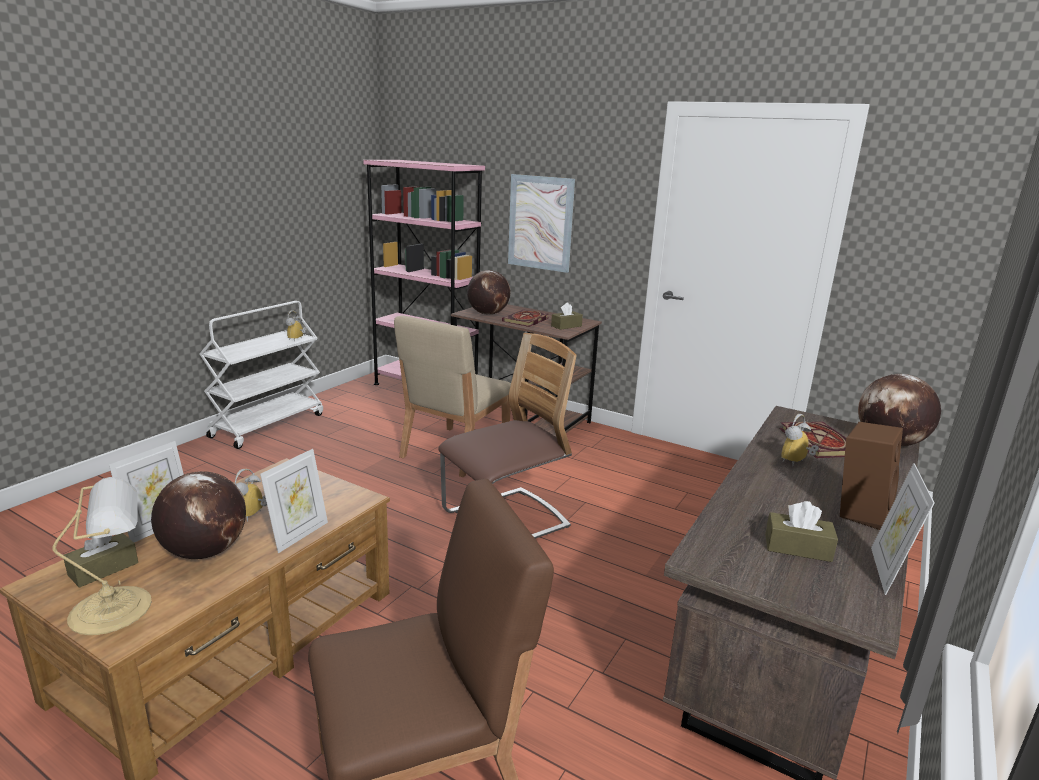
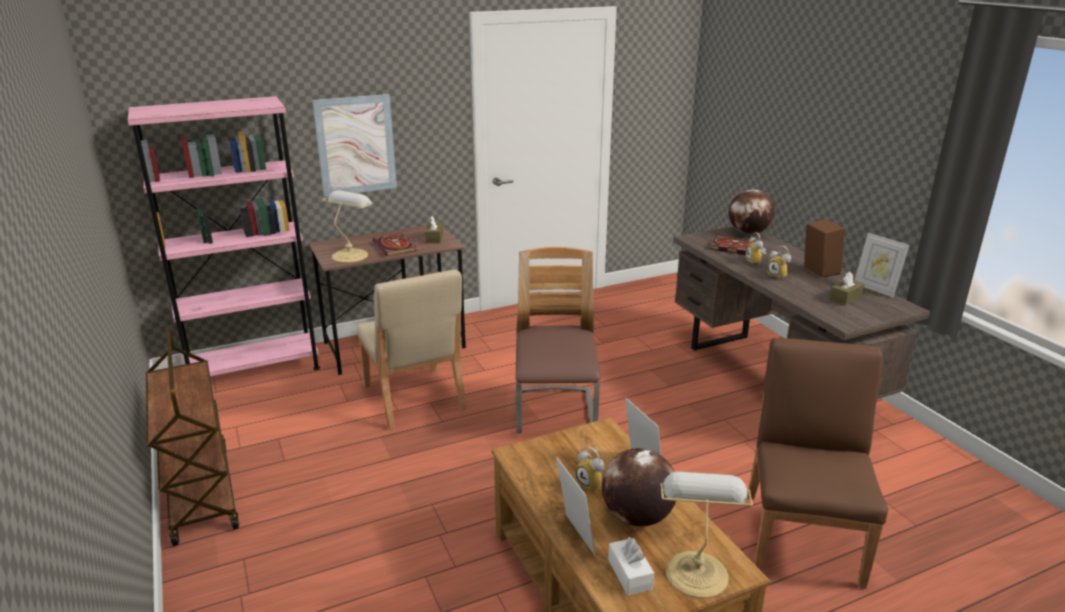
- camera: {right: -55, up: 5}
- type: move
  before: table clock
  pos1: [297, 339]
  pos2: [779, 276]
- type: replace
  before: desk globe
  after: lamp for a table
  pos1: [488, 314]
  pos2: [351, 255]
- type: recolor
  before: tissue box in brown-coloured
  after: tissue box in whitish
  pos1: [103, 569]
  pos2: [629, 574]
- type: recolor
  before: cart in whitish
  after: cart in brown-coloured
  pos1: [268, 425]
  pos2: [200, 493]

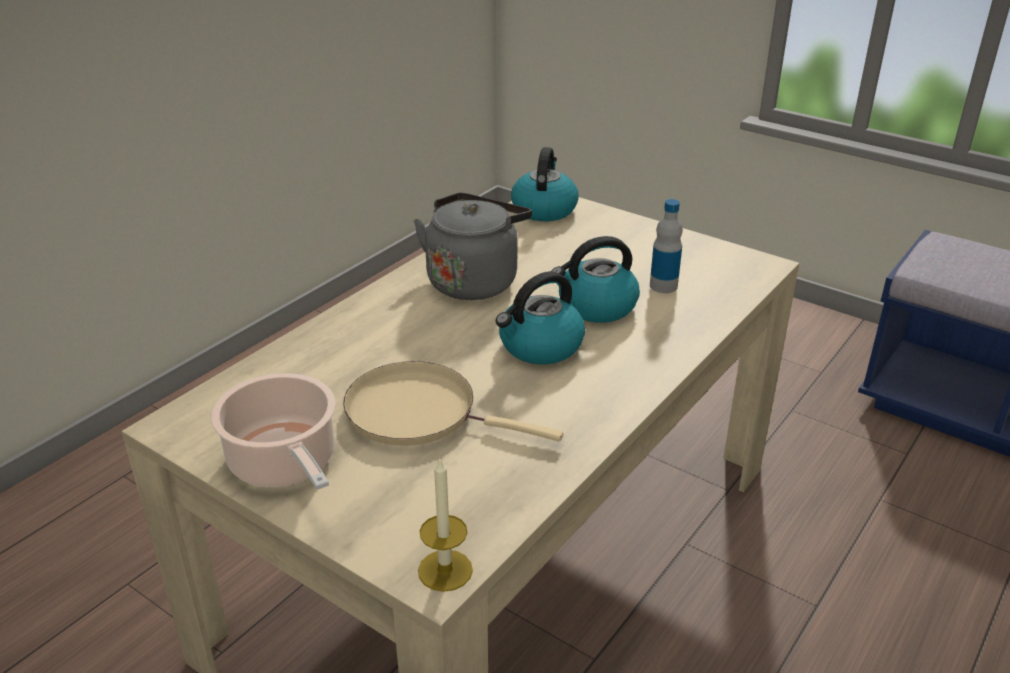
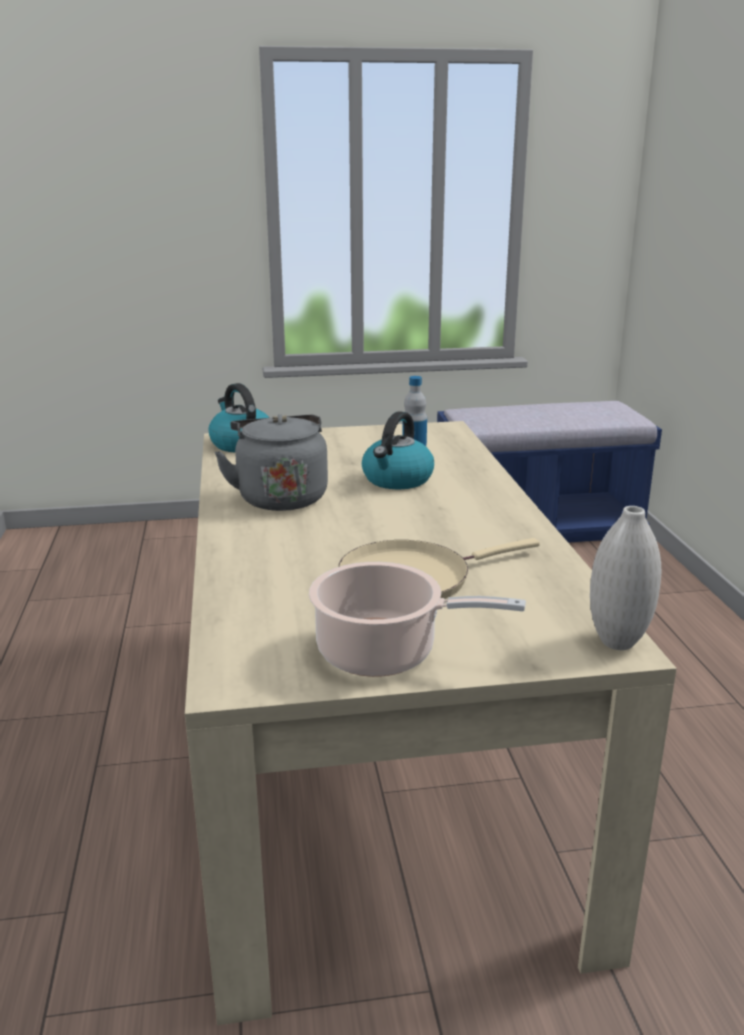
- camera: {right: -45, up: -10}
- type: delete
  before: water kettle
  pos1: [540, 347]
- type: replace
  before: wax candle
  after: vase in whitish
  pos1: [445, 570]
  pos2: [617, 642]

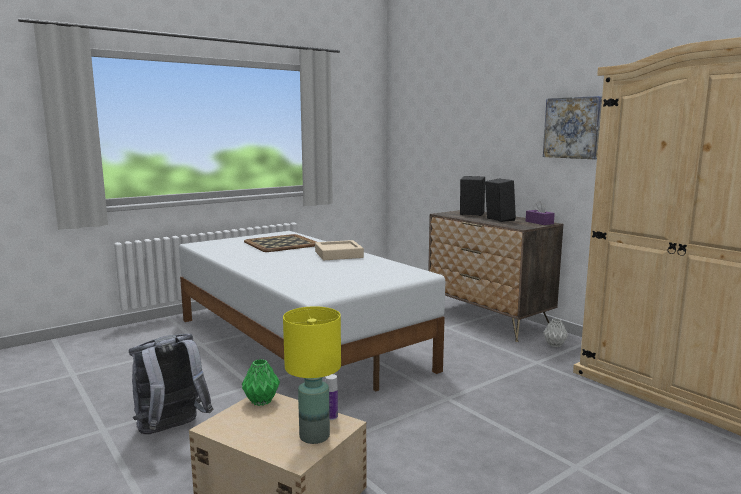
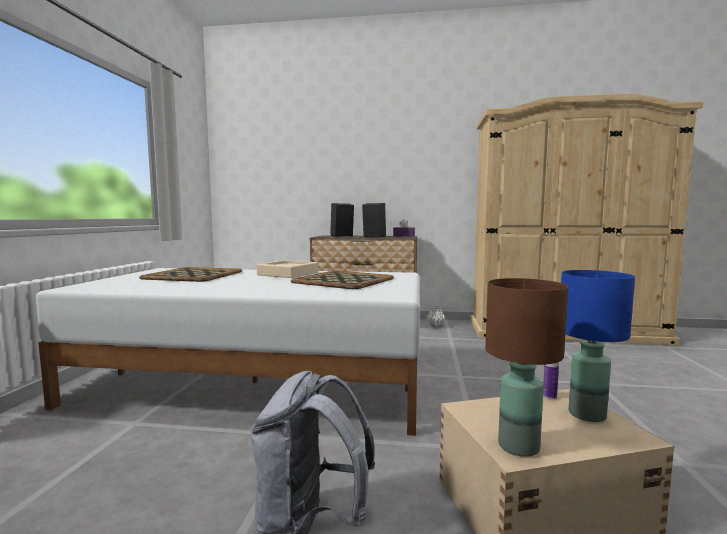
- camera: {right: -45, up: -5}
- type: delete
  before: vase in greenish
  pos1: [262, 401]
- type: delete
  before: wall picture
  pos1: [572, 128]
- type: insert
  after: tray
  pos2: [342, 280]
- type: insert
  after: lamp for a table in brown-coloured
  pos2: [519, 446]
- type: recolor
  before: lamp for a table in yellowish
  after: lamp for a table in bluish
  pos1: [313, 436]
  pos2: [586, 414]

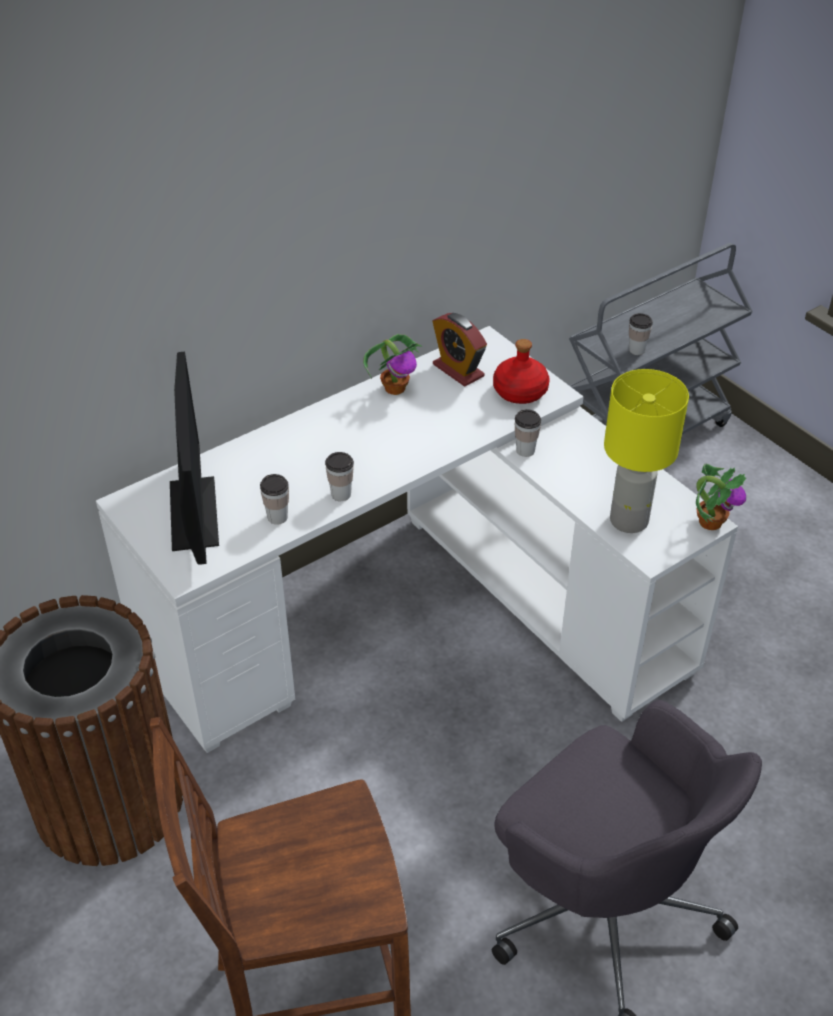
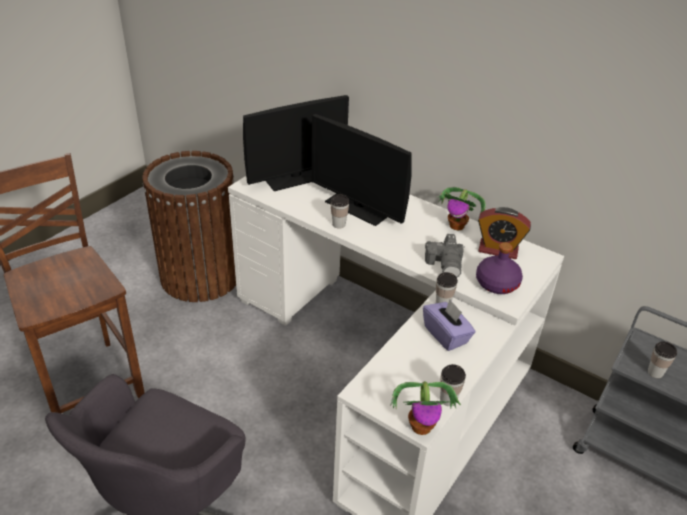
- camera: {right: 70, up: -5}
- type: delete
  before: lamp for a table in yellowish
  pos1: [630, 520]
- type: insert
  after: computer display
  pos2: [358, 207]
- type: insert
  after: tissue box in purple-coloured
  pos2: [446, 335]
- type: insert
  after: still camera
  pos2: [445, 264]
- type: move
  before: drinking cup
  pos1: [277, 517]
  pos2: [448, 399]
- type: recolor
  before: bottle in reddish
  after: bottle in purple-coloured
  pos1: [519, 392]
  pos2: [496, 283]
- type: rotate
  before: table clock
  pos1: [458, 370]
  pos2: [498, 250]
  turn: -105

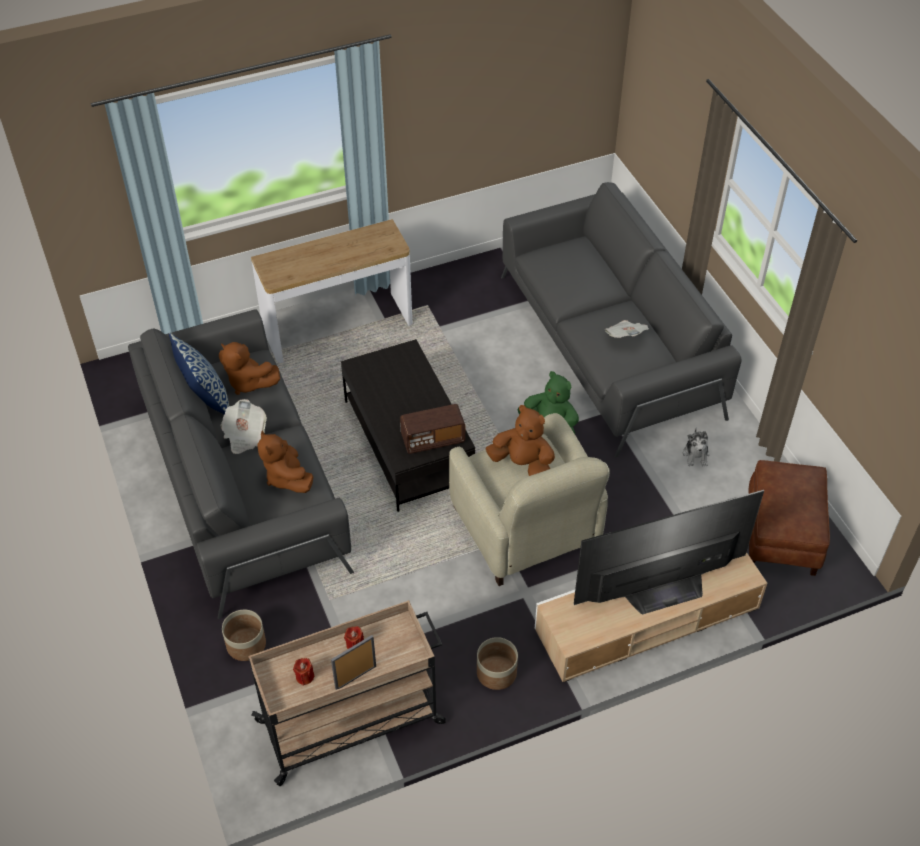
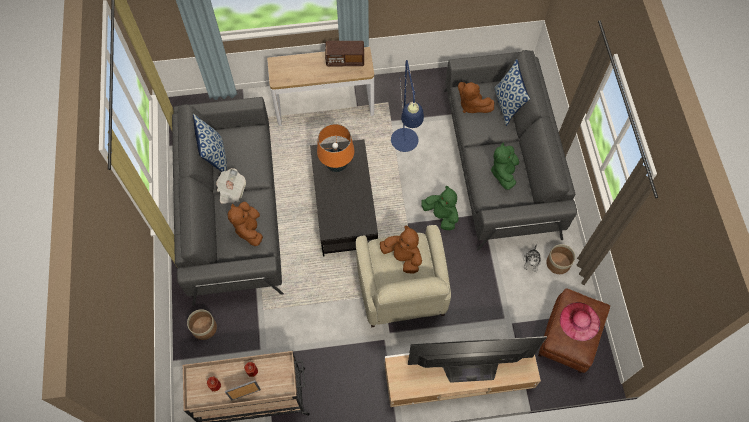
- camera: {right: 15, up: 15}
- type: insert
  after: lamp for a table in orangey
  pos2: [337, 165]
- type: insert
  after: standard lamp in bluish
  pos2: [405, 146]
- type: insert
  after: cushion
  pos2: [507, 105]
- type: insert
  after: wearable hat in pinkish
  pos2: [579, 321]
- type: move
  before: soft toy in brown-coloured
  pos1: [248, 382]
  pos2: [471, 105]
- type: move
  before: radio set
  pos1: [433, 439]
  pos2: [345, 60]
- type: move
  before: flower pot
  pos1: [497, 673]
  pos2: [558, 263]
- type: replace
  before: daily paper
  after: soft toy in greenish
  pos1: [625, 337]
  pos2: [504, 172]

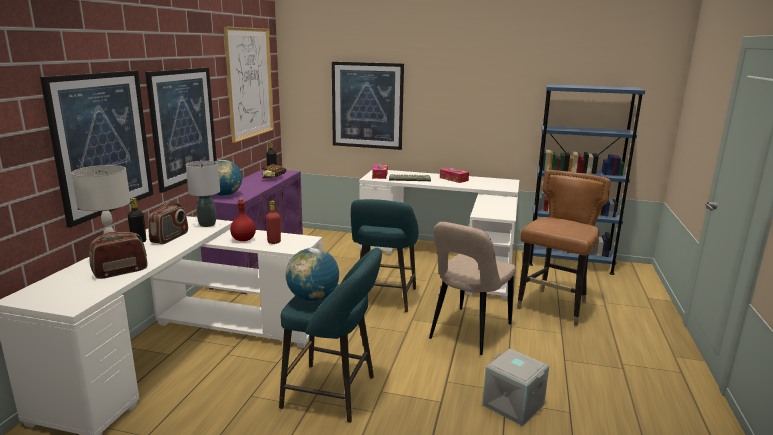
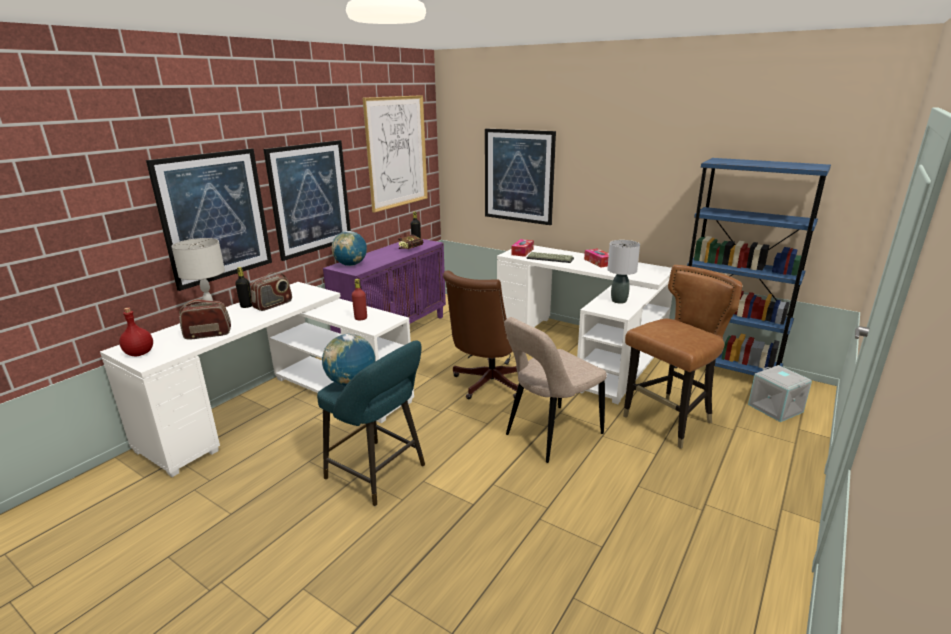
- camera: {right: 20, up: 5}
- type: move
  before: lamp for a table in greyish
  pos1: [207, 224]
  pos2: [618, 301]
- type: move
  before: bottle in reddish
  pos1: [243, 239]
  pos2: [139, 353]
- type: move
  before: storage container in greyish
  pos1: [512, 405]
  pos2: [774, 408]
- type: replace
  before: stool in blue-green
  after: computer chair in brown-coloured
  pos1: [384, 299]
  pos2: [487, 384]

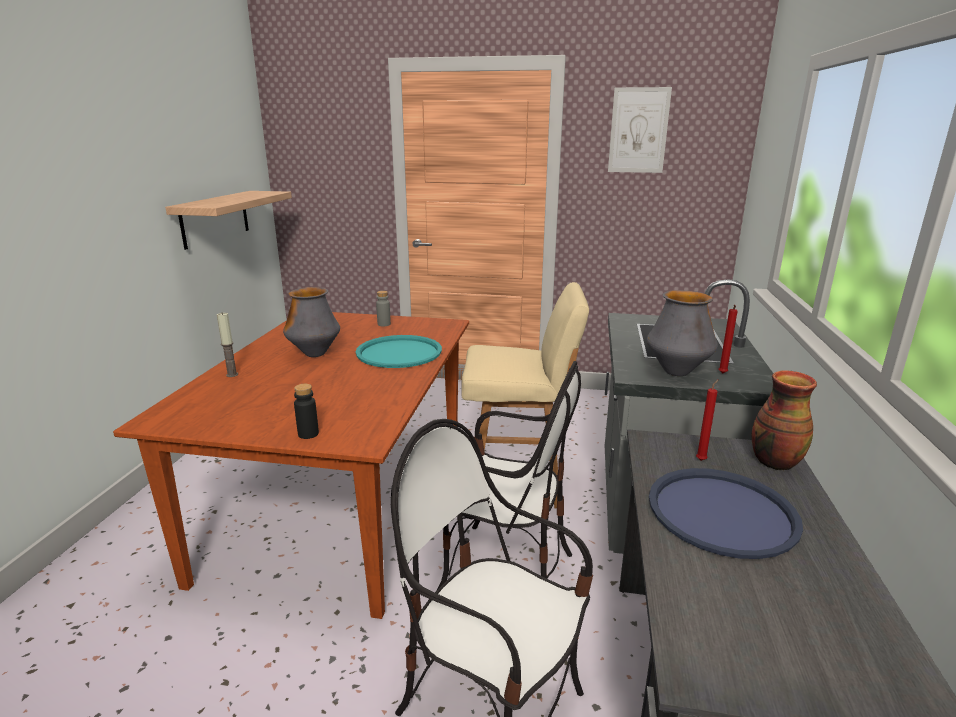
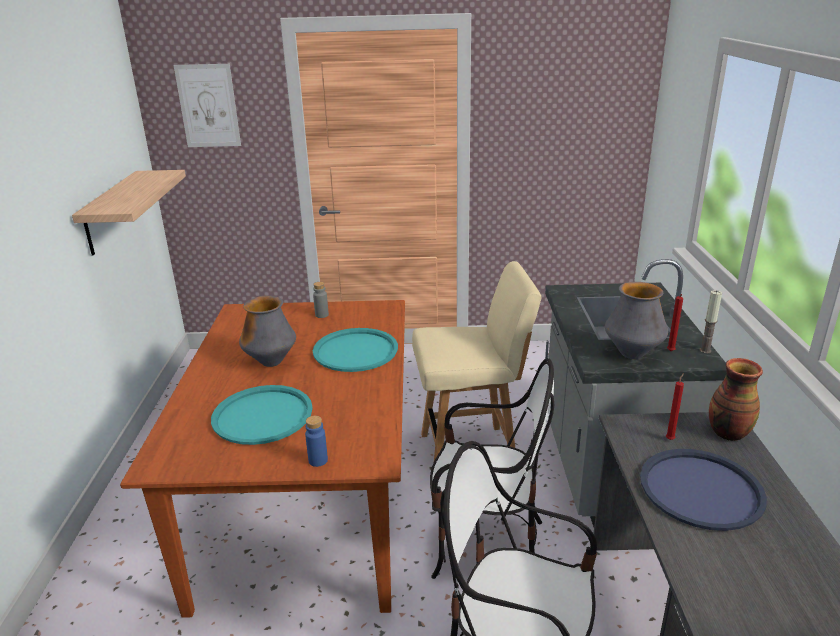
- camera: {right: -10, up: 5}
- type: insert
  after: tray in blue-green
  pos2: [262, 415]
- type: move
  before: wax candle
  pos1: [232, 375]
  pos2: [705, 350]
- type: move
  before: wall picture
  pos1: [638, 130]
  pos2: [208, 106]
- type: recolor
  before: bottle in black
  after: bottle in bluish
  pos1: [308, 434]
  pos2: [318, 460]

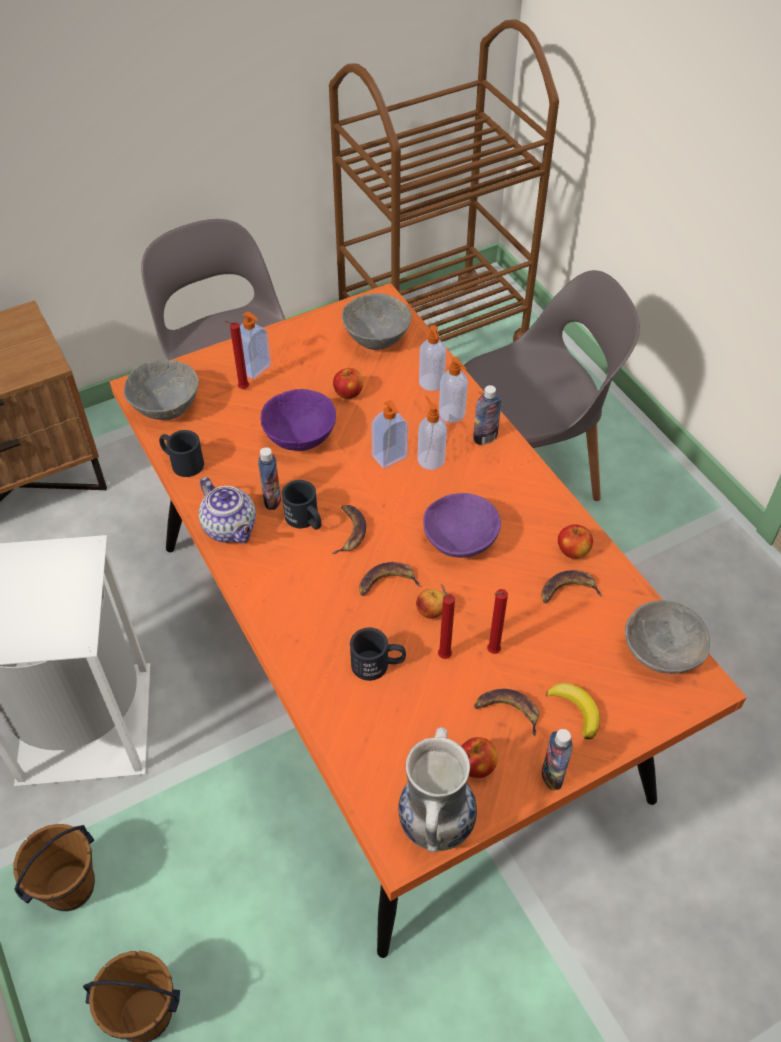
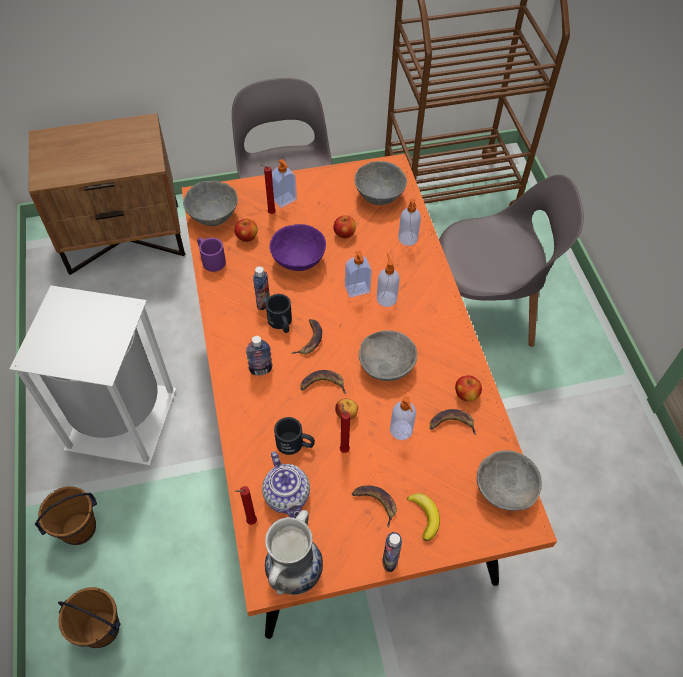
- camera: {right: 15, up: 5}
- type: move
  before: pot for tea
  pos1: [231, 528]
  pos2: [288, 496]
- type: move
  before: soap dispenser
  pos1: [452, 414]
  pos2: [401, 431]
- type: move
  before: apple fruit
  pos1: [476, 766]
  pos2: [247, 237]
- type: move
  before: bottle
  pos1: [485, 438]
  pos2: [261, 370]
- type: move
  before: wax candle in reddish
  pos1: [491, 652]
  pos2: [250, 522]
- type: recolor
  before: tea mug in black
  after: tea mug in purple-coloured
  pos1: [182, 462]
  pos2: [210, 259]
- type: recolor
  before: serving bowl in purple-coloured
  after: serving bowl in greyish
  pos1: [461, 539]
  pos2: [387, 364]

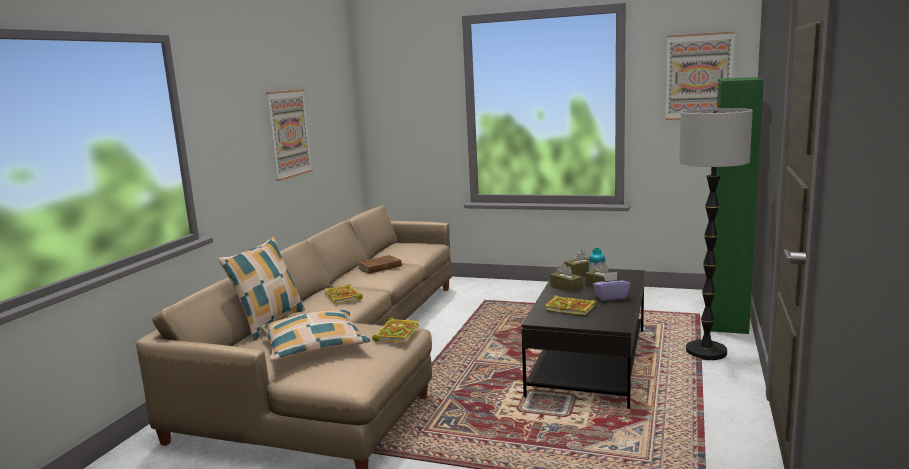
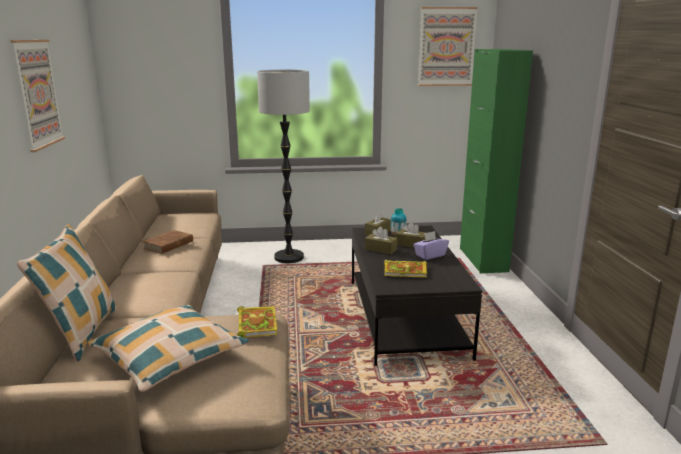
- camera: {right: -25, up: 5}
- type: delete
  before: book
  pos1: [344, 297]
- type: move
  before: standard lamp
  pos1: [706, 352]
  pos2: [289, 257]

